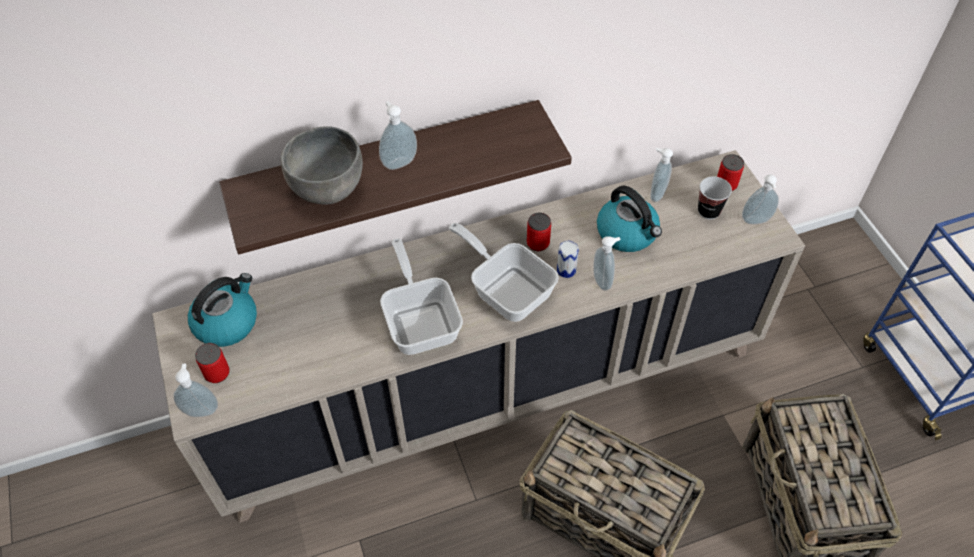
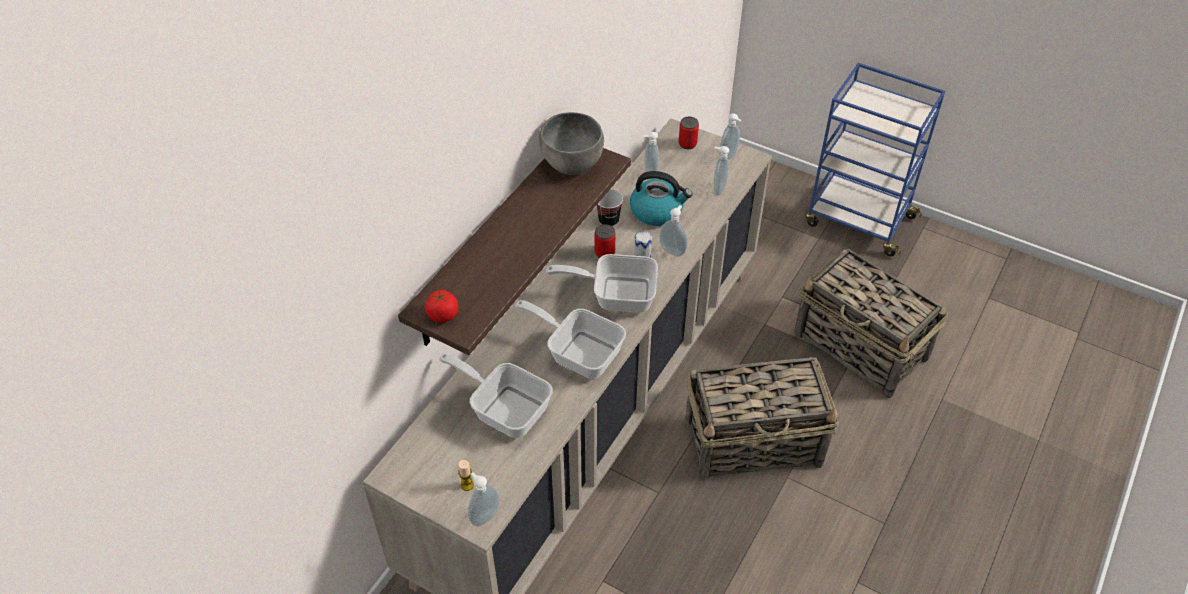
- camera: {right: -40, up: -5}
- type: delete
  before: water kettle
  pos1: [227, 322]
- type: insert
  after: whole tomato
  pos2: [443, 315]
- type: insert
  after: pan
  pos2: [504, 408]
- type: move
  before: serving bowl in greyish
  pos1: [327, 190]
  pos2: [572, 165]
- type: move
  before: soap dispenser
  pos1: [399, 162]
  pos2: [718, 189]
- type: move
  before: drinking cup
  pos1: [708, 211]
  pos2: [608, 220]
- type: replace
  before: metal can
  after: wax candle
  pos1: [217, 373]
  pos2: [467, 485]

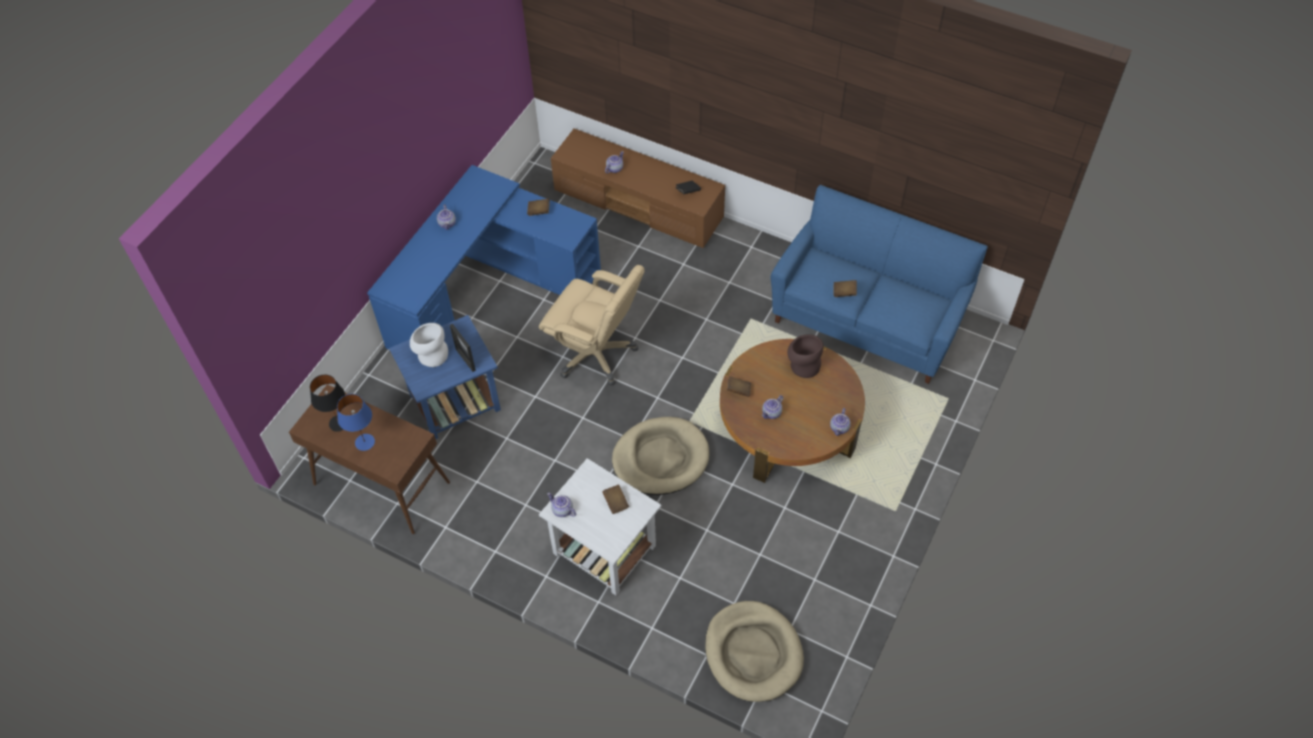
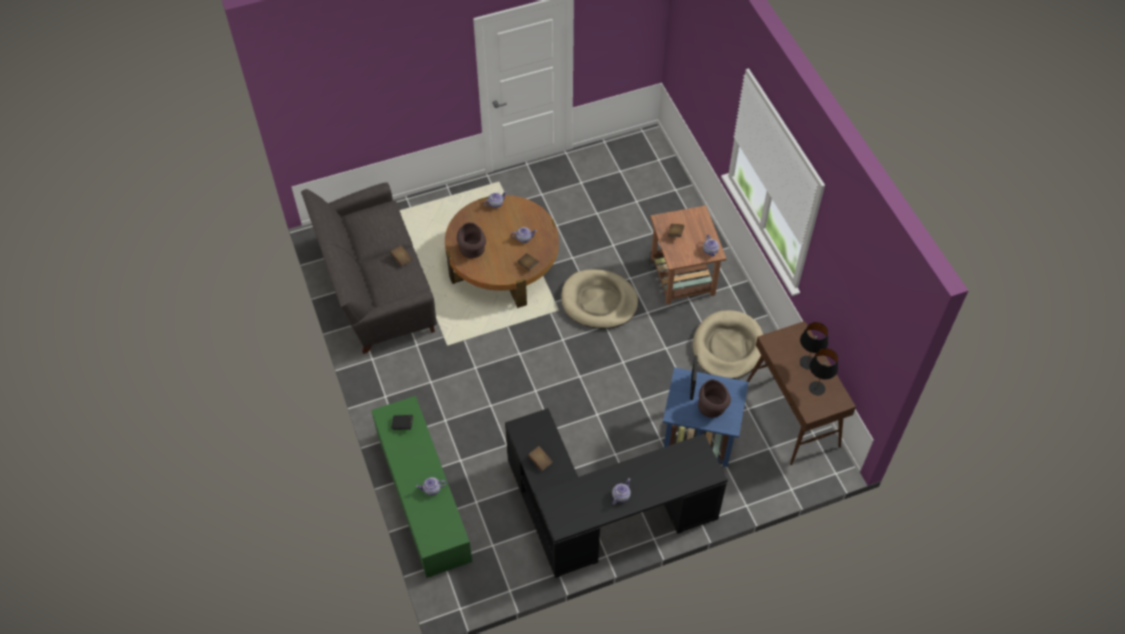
- camera: {right: -140, up: 0}
- type: delete
  before: computer chair in sand-coloured
  pos1: [596, 353]
- type: move
  before: dog cushion in sand-coloured
  pos1: [753, 653]
  pos2: [727, 347]
- type: recolor
  before: lamp for a table in bluish
  after: lamp for a table in black
  pos1: [364, 442]
  pos2: [807, 363]
- type: recolor
  before: desk in bluish
  after: desk in black
  pos1: [487, 287]
  pos2: [601, 513]
- type: recolor
  before: vase in whitish
  after: vase in brown-coloured
  pos1: [431, 354]
  pos2: [712, 409]
- type: recolor
  before: side table in whitish
  after: side table in brown-coloured
  pos1: [603, 549]
  pos2: [683, 277]
- type: recolor
  before: tv unit in brown-coloured
  after: tv unit in greenish
  pos1: [639, 205]
  pos2: [422, 496]
- type: recolor
  before: sofa in bluish
  after: sofa in greyish
  pos1: [868, 319]
  pos2: [376, 289]

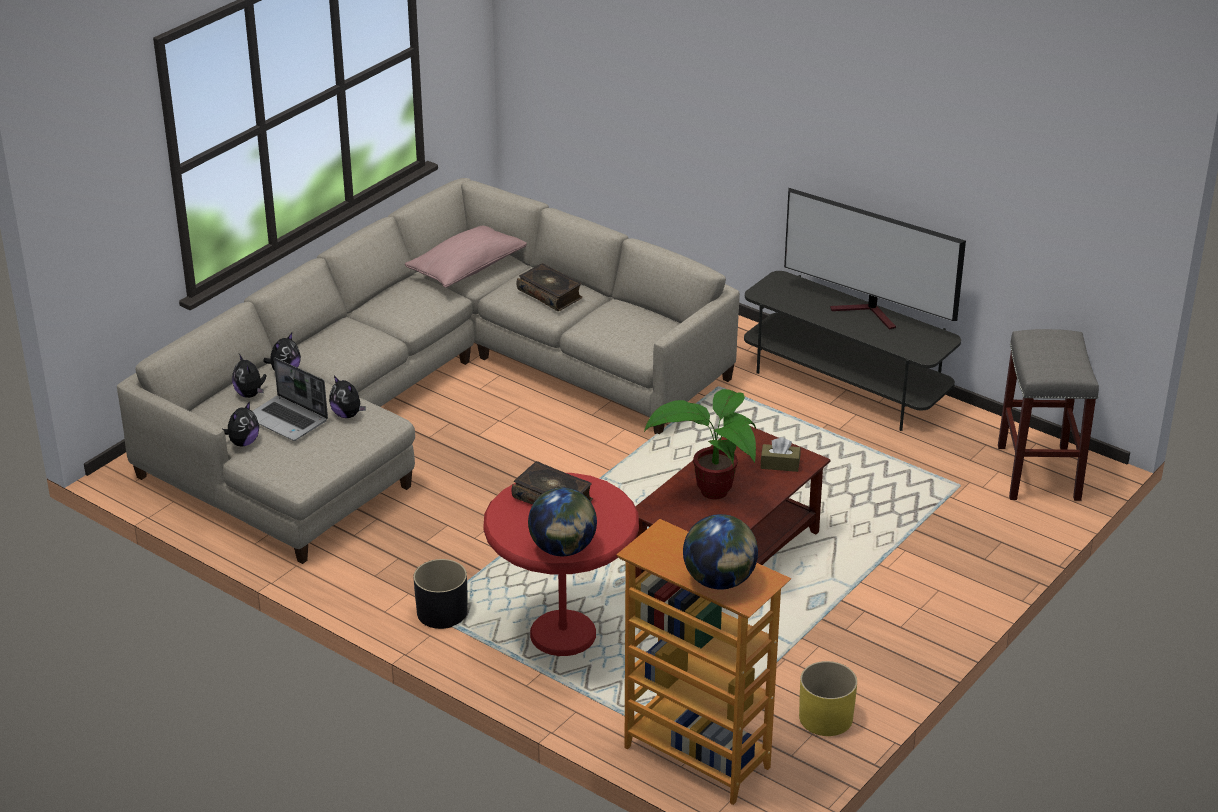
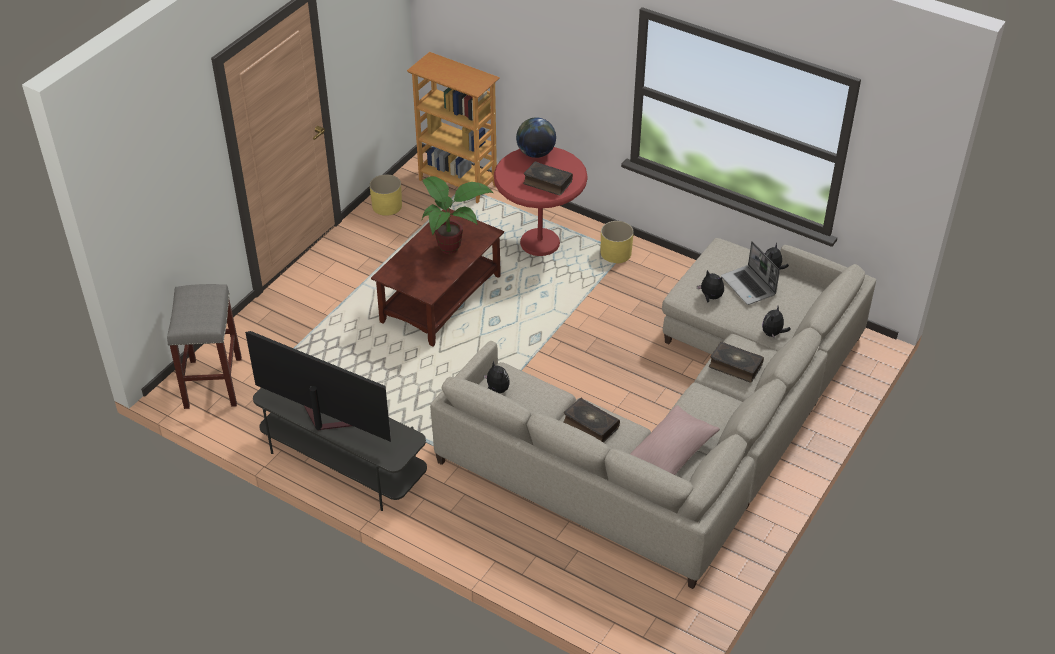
- camera: {right: 175, up: 10}
- type: delete
  before: desk globe
  pos1: [719, 581]
- type: delete
  before: tissue box in brown-coloured
  pos1: [780, 464]
- type: insert
  after: book
  pos2: [735, 366]
- type: move
  before: soft toy
  pos1: [250, 394]
  pos2: [496, 390]
- type: recolor
  before: flower pot in black
  after: flower pot in yellowish
  pos1: [441, 612]
  pos2: [616, 253]
- type: rotate
  before: notebook computer
  pos1: [288, 420]
  pos2: [749, 286]
  turn: -150

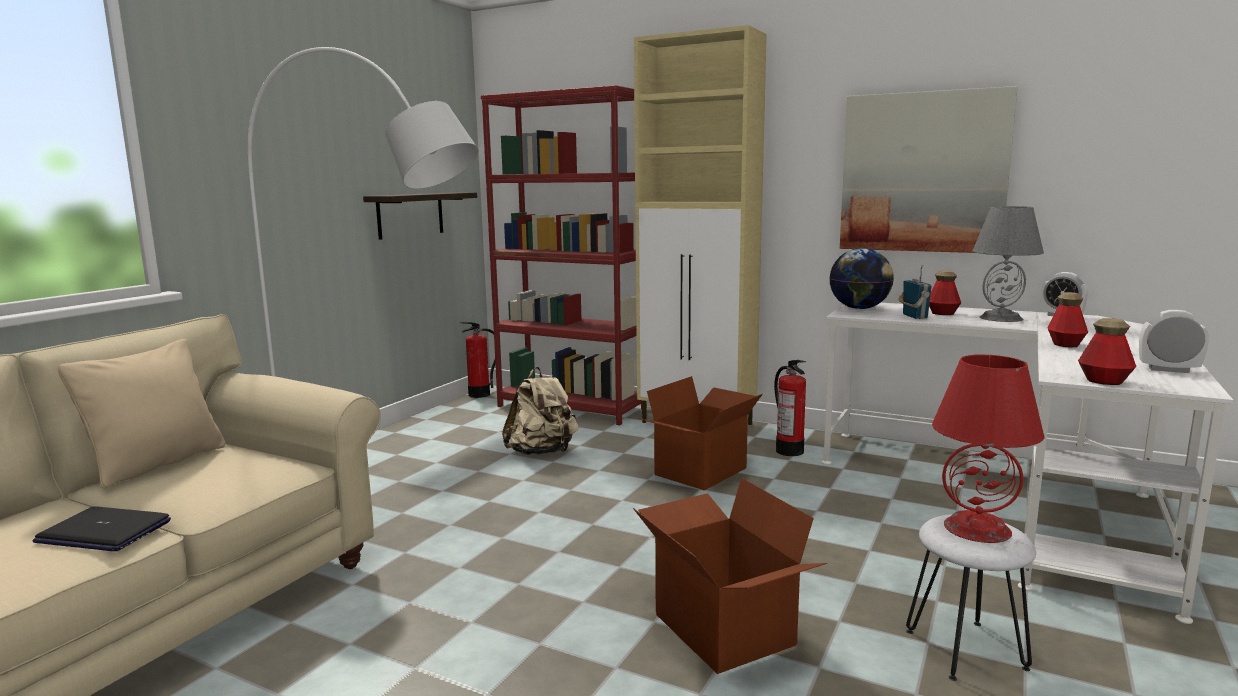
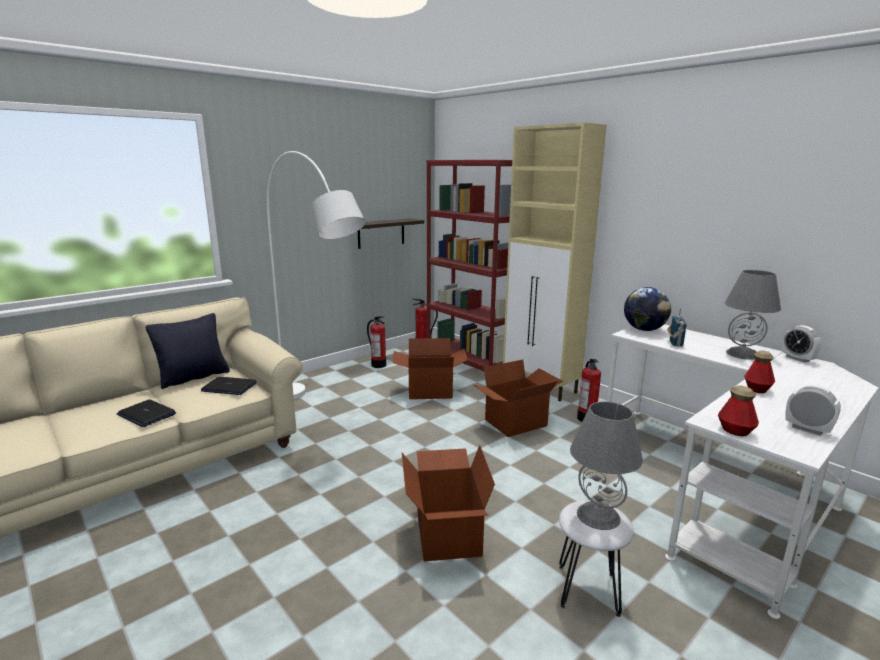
- camera: {right: 20, up: 5}
- type: delete
  before: wall picture
  pos1: [923, 172]
- type: delete
  before: bottle
  pos1: [942, 313]
- type: insert
  after: notebook computer
  pos2: [229, 387]
- type: insert
  after: extinguisher
  pos2: [378, 365]
- type: replace
  before: backpack in sand-coloured
  after: cardboard box
  pos1: [542, 453]
  pos2: [430, 391]
- type: recolor
  before: cushion in sand-coloured
  after: cushion in black
  pos1: [157, 464]
  pos2: [193, 377]
- type: recolor
  before: lamp for a table in reddish
  after: lamp for a table in greyish
  pos1: [977, 528]
  pos2: [599, 515]

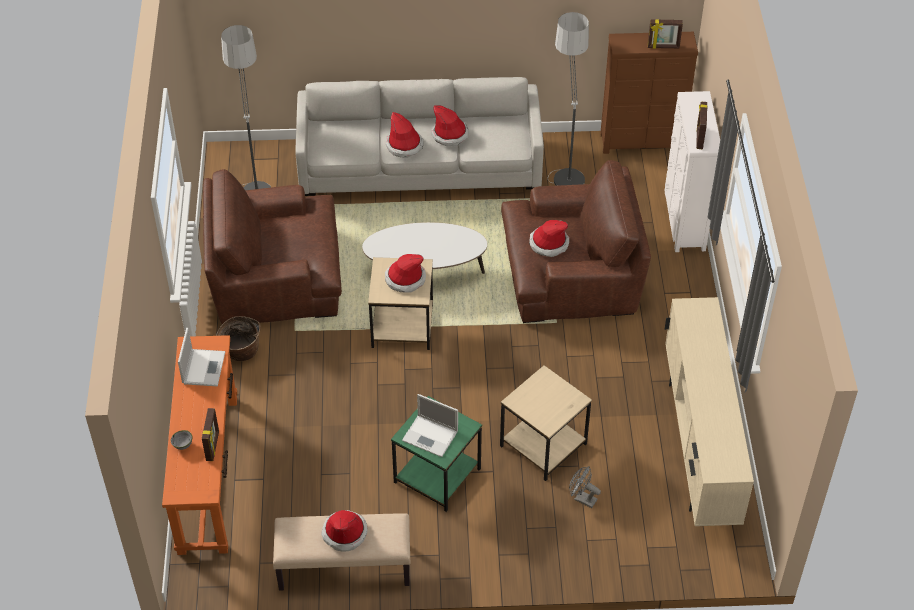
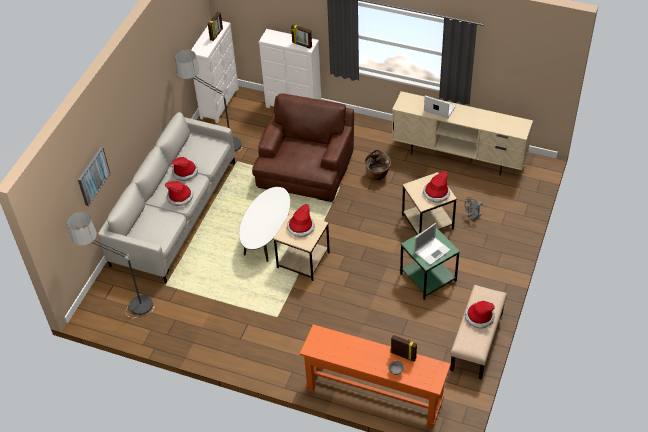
- camera: {right: -65, up: 0}
- type: delete
  before: lounge chair in brown-coloured
  pos1: [276, 276]
- type: insert
  after: wall picture
  pos2: [93, 176]
- type: move
  before: notebook computer
  pos1: [203, 367]
  pos2: [439, 108]
- type: move
  before: storage basket
  pos1: [240, 352]
  pos2: [377, 175]
- type: move
  before: wearable hat
  pos1: [548, 243]
  pos2: [436, 193]
- type: recolor
  before: dresser in brown-coloured
  after: dresser in whitish
  pos1: [642, 143]
  pos2: [220, 103]

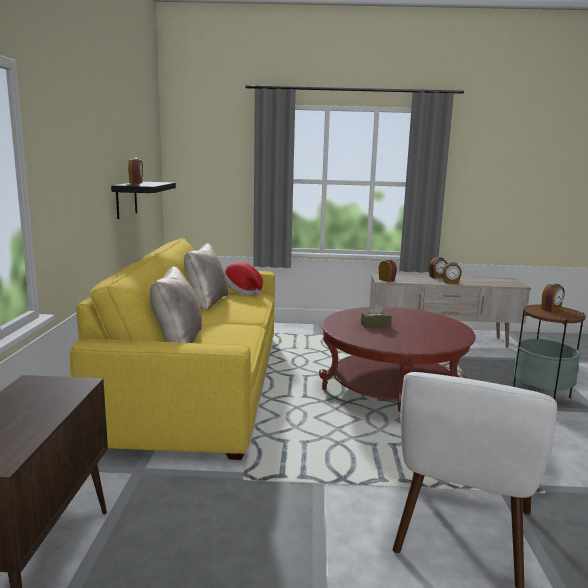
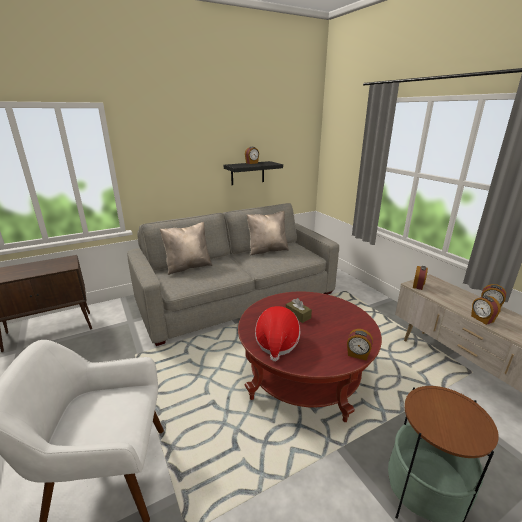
- camera: {right: 60, up: 10}
- type: move
  before: wearable hat
  pos1: [242, 291]
  pos2: [276, 343]
- type: move
  before: table clock
  pos1: [551, 309]
  pos2: [357, 355]
- type: recolor
  before: sofa in yellowish
  after: sofa in greyish
  pos1: [199, 382]
  pos2: [237, 297]

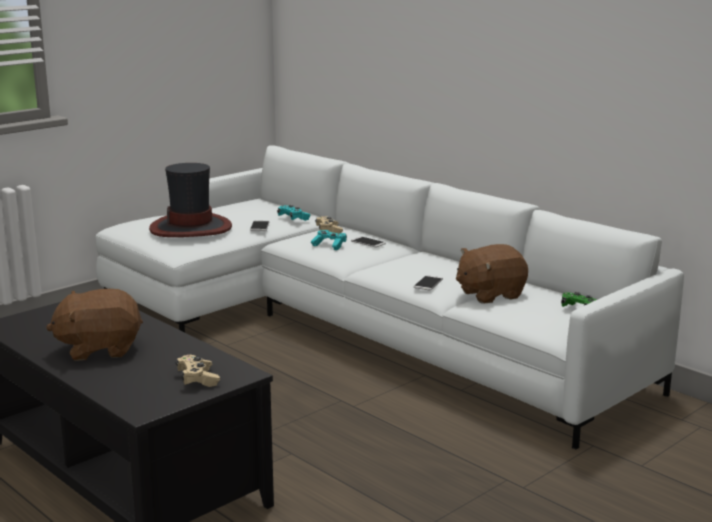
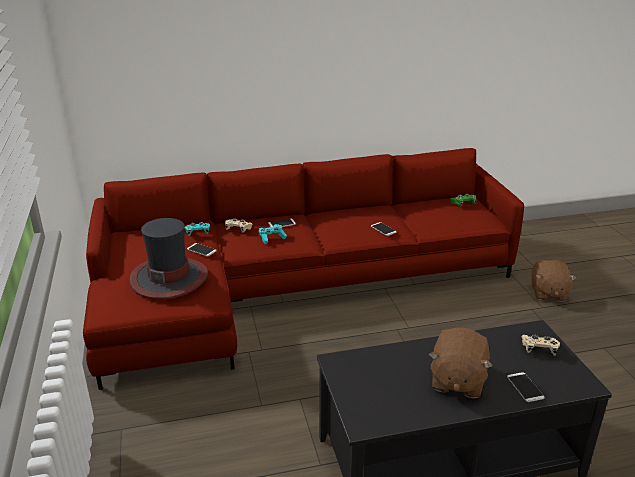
- camera: {right: -60, up: 10}
- type: insert
  after: phone
  pos2: [525, 387]
- type: move
  before: soft toy in brown-coloured
  pos1: [490, 294]
  pos2: [548, 293]
- type: recolor
  before: sofa in whitish
  after: sofa in reddish
  pos1: [357, 328]
  pos2: [290, 287]

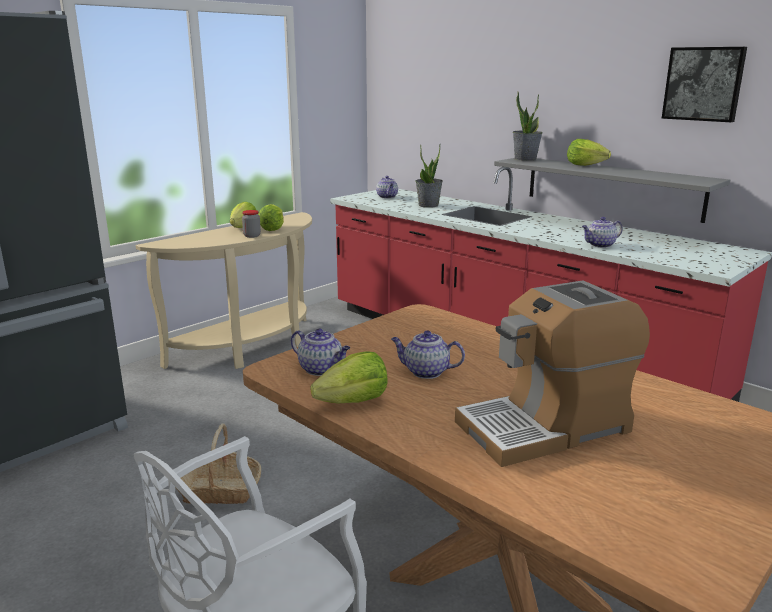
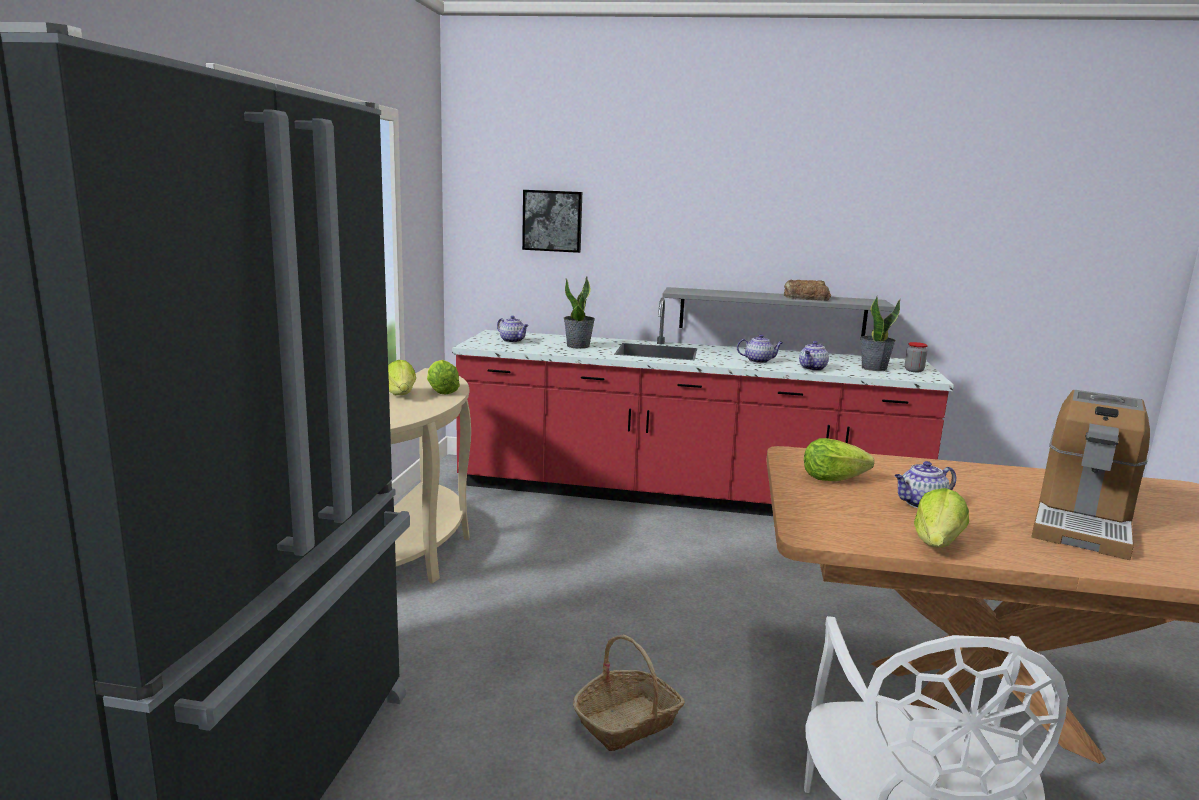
- camera: {right: -35, up: -5}
- type: insert
  after: bakery bread
  pos2: [805, 297]
- type: move
  before: storage jar
  pos1: [252, 236]
  pos2: [914, 370]
- type: move
  before: pot for tea
  pos1: [322, 369]
  pos2: [759, 361]
- type: move
  before: plant in a pot
  pos1: [525, 159]
  pos2: [873, 368]
- type: move
  before: lettuce
  pos1: [585, 165]
  pos2: [832, 479]
- type: move
  before: wall picture
  pos1: [703, 84]
  pos2: [552, 221]

